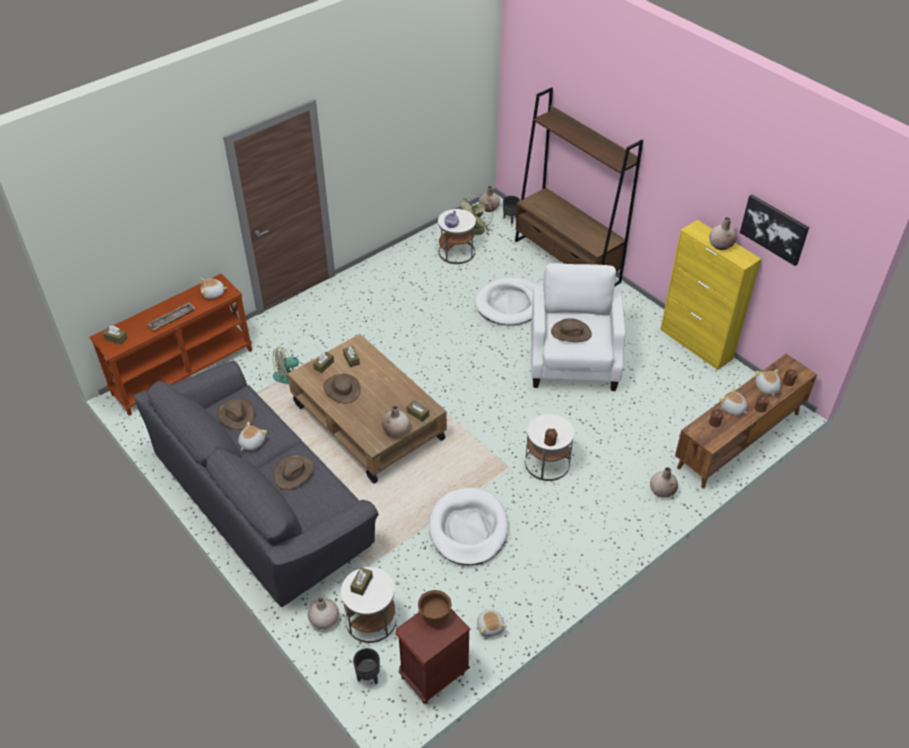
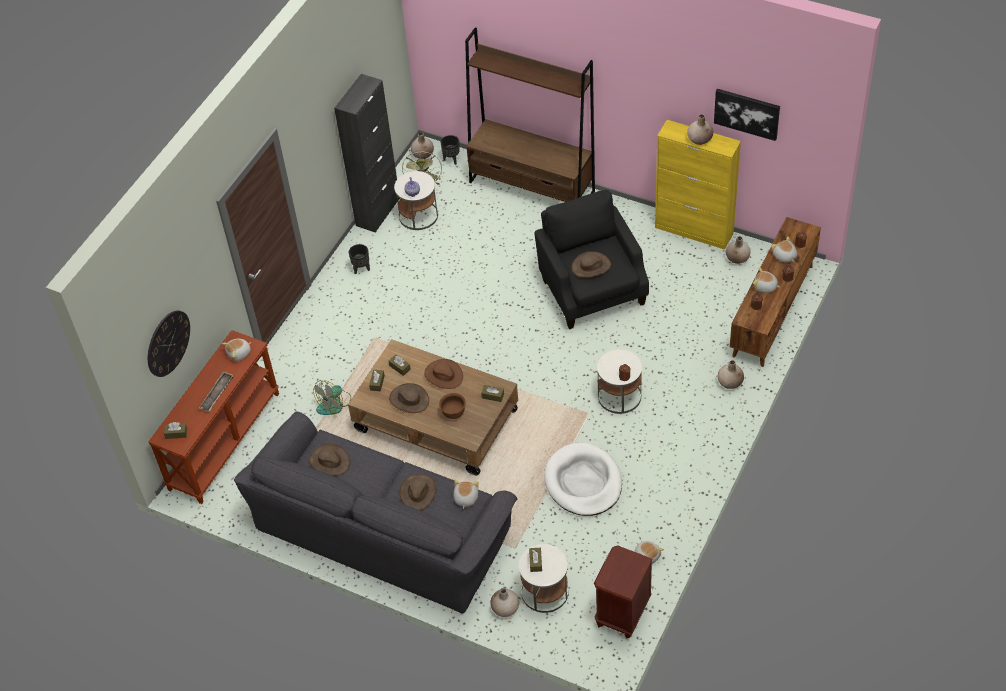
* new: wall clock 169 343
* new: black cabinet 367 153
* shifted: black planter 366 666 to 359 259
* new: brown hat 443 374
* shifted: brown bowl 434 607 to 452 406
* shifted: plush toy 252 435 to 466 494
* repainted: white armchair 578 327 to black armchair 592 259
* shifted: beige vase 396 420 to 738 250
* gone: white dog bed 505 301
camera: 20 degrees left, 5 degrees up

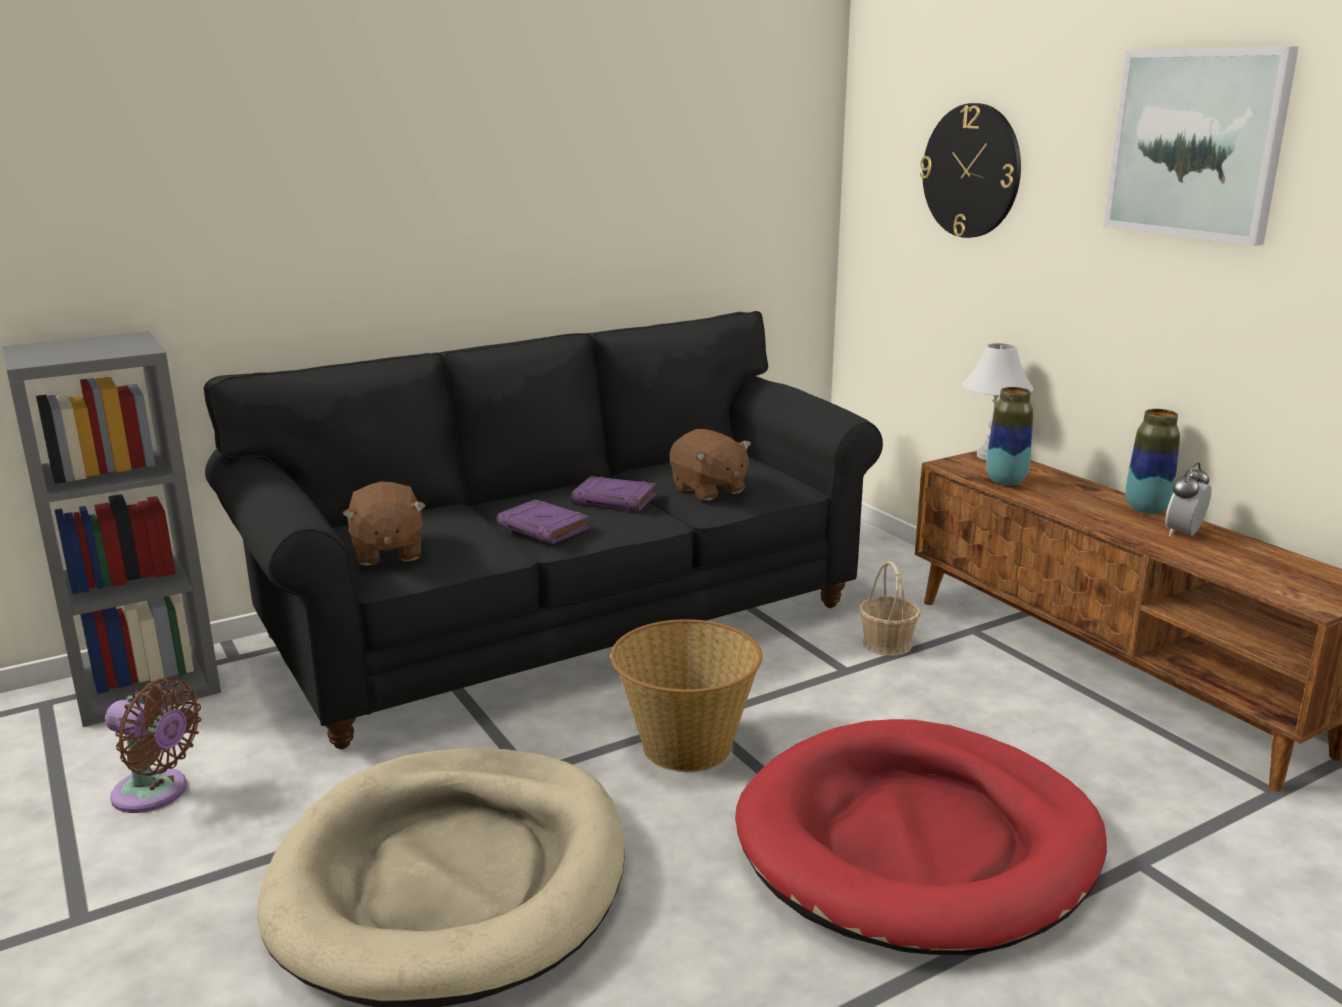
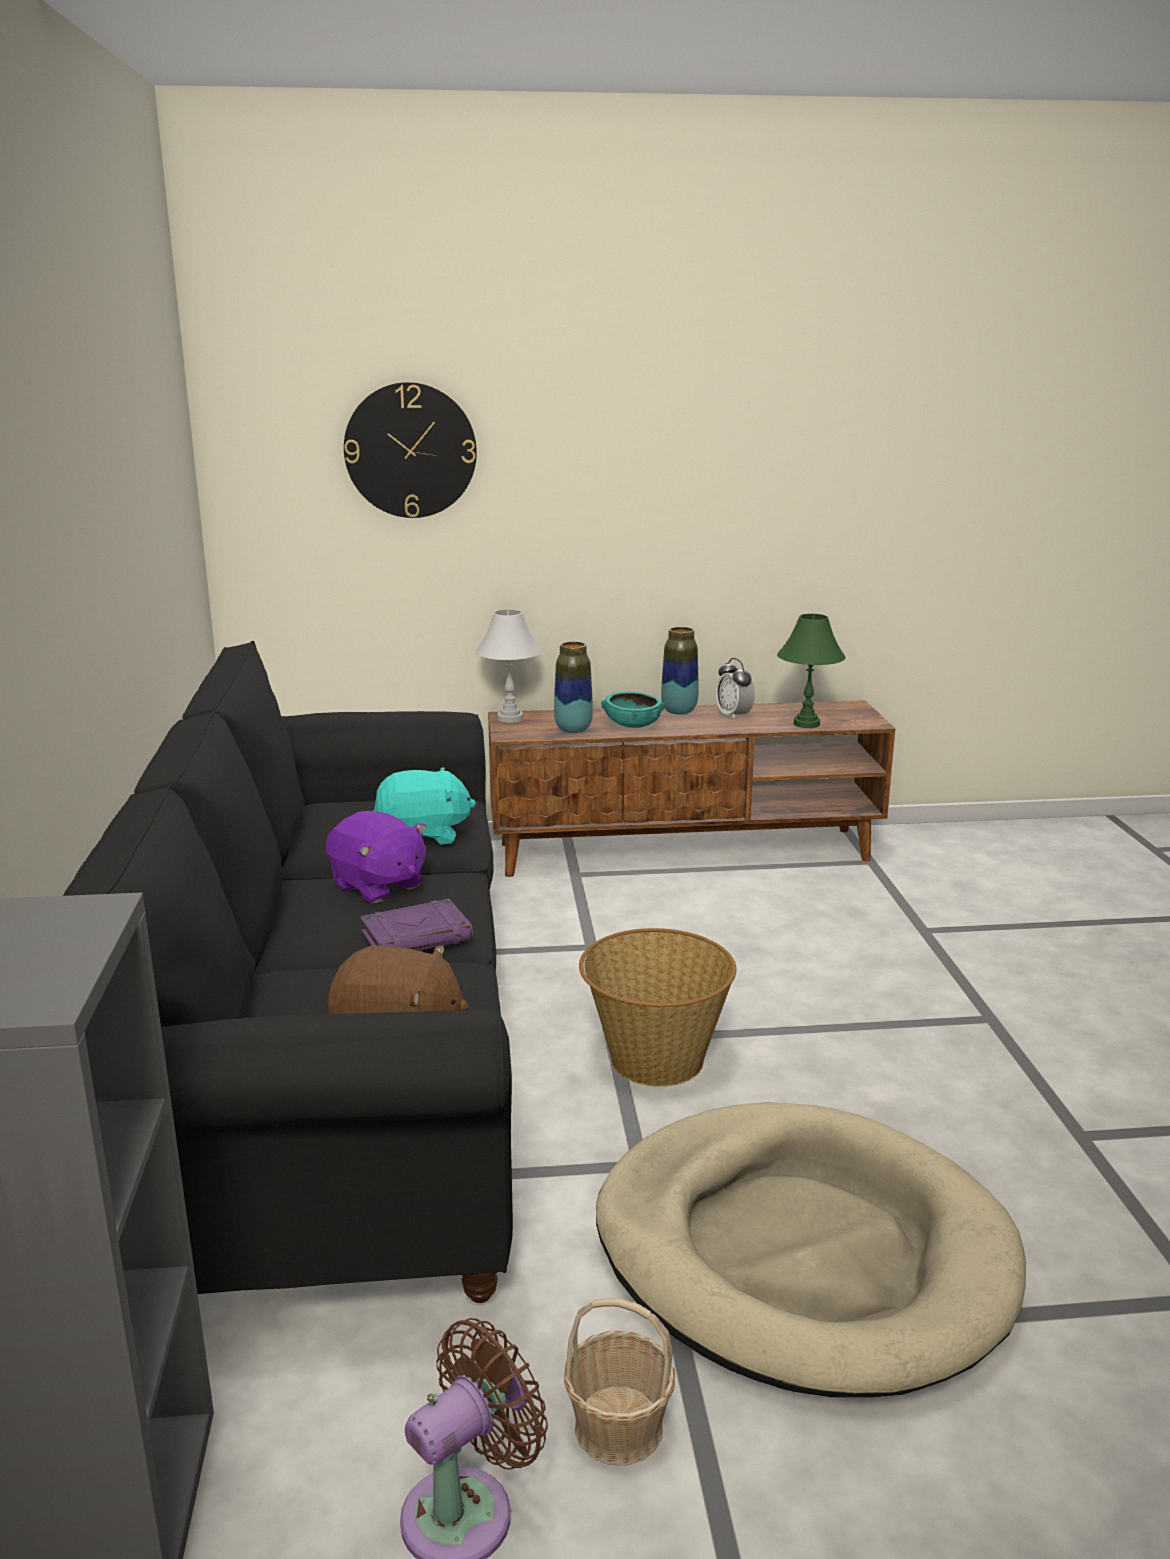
* swapped: purple book 613 493 to purple plush toy 376 857
* repainted: brown plush toy 710 465 to turquoise plush toy 424 806
* shifted: basket 890 608 to 619 1382
* new: turquoise bowl 633 710
* new: green table lamp 811 671
* gone: red dog bed 921 837
* gone: picture 1201 146
camera: 65 degrees left, 0 degrees up

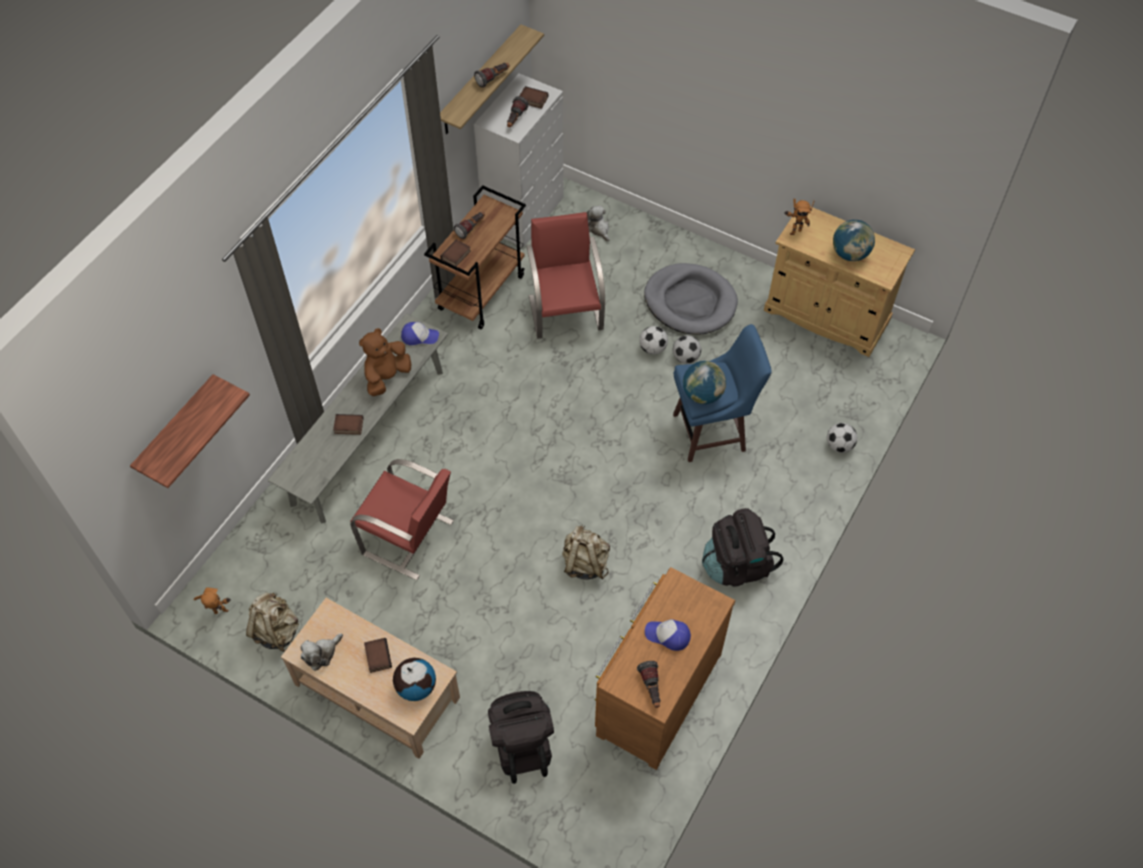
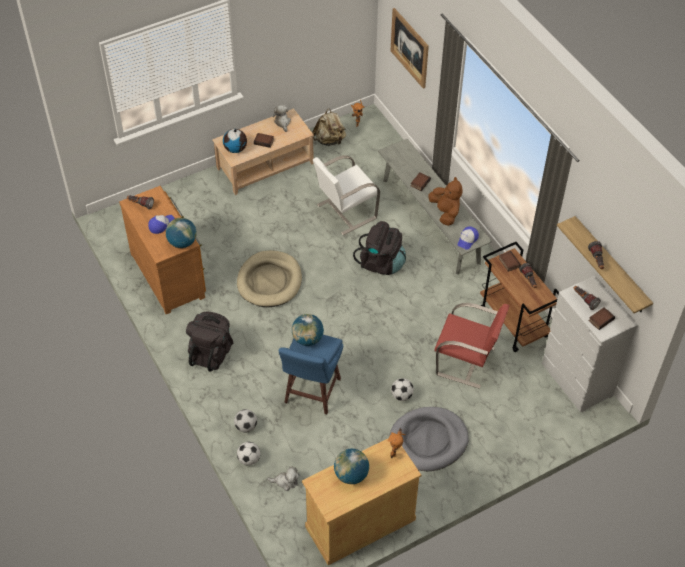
* new: globe 181 233
* shifted: football 687 349 to 245 421
* swapped: beige backpack 586 552 to beige dog bed 269 278
* shifted: plush toy 598 223 to 283 478
* repainted: red chair 402 519 to white chair 346 195
* shifted: black backpack 521 737 to 379 248
* swapped: shelf 190 431 to picture 410 48
camera: 120 degrees right, 5 degrees down

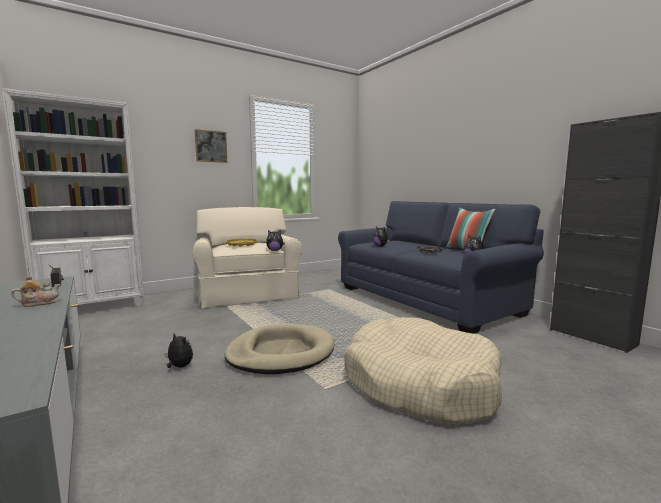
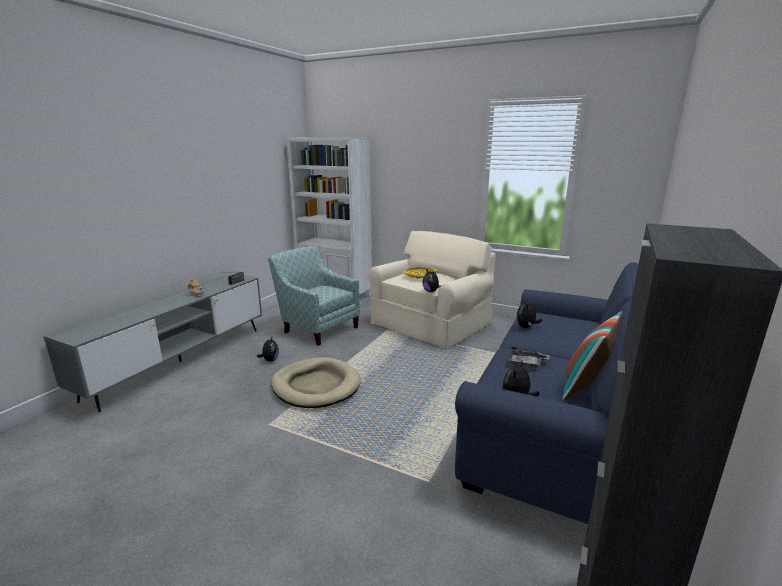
* new: armchair 314 296
* gone: picture 211 146
* gone: beige dog bed 423 372
camera: 60 degrees right, 10 degrees up

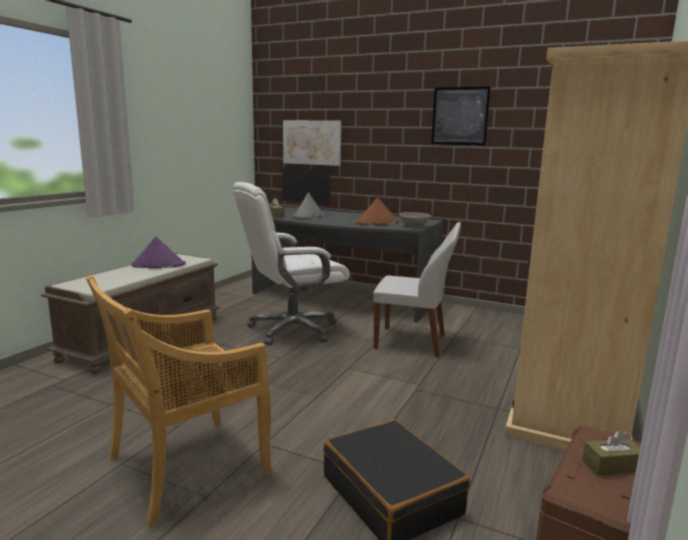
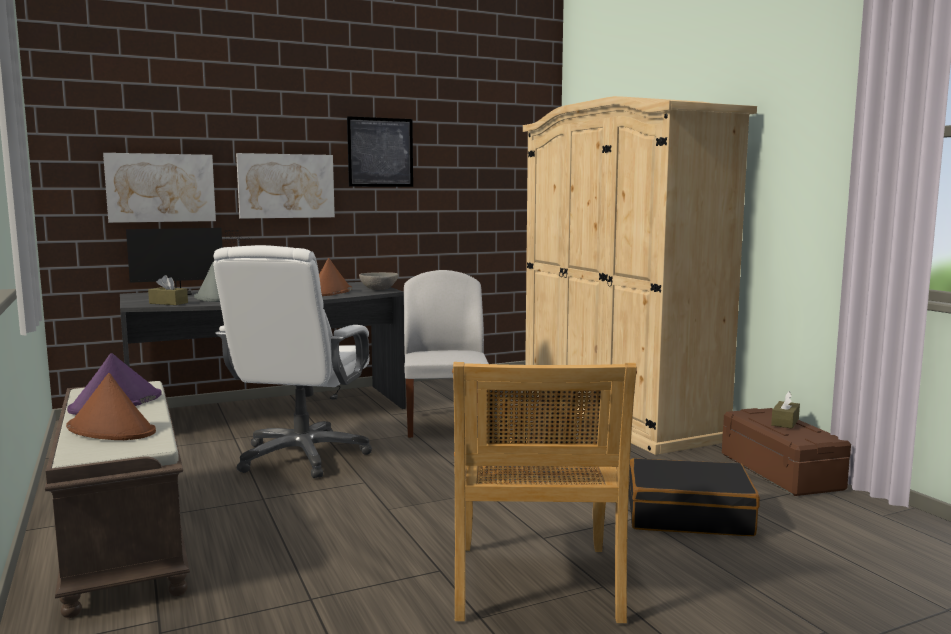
* new: brown hat 111 406
* new: picture 285 186
* rotated: white chair 417 289 = 446 354 60 degrees counterclockwise
camera: 50 degrees left, 5 degrees down

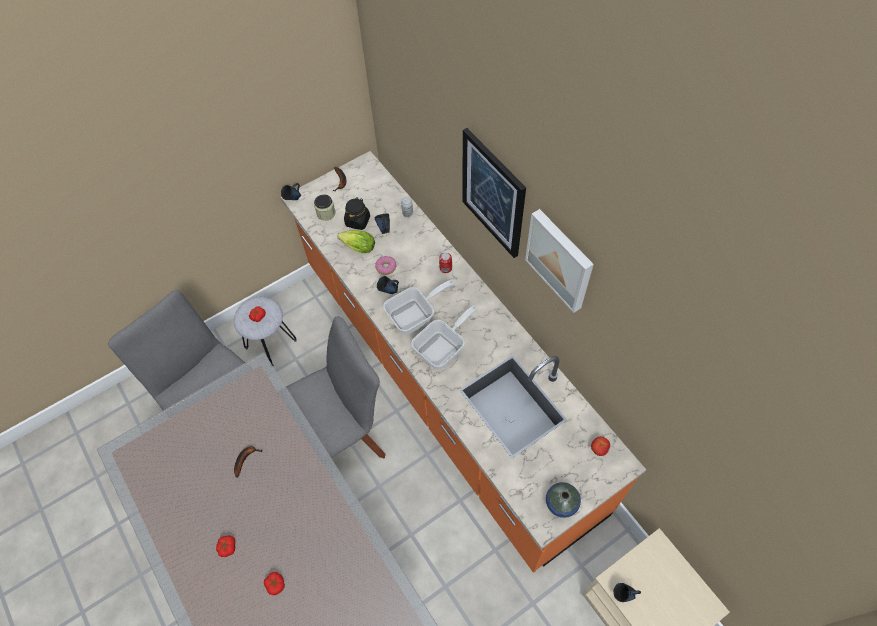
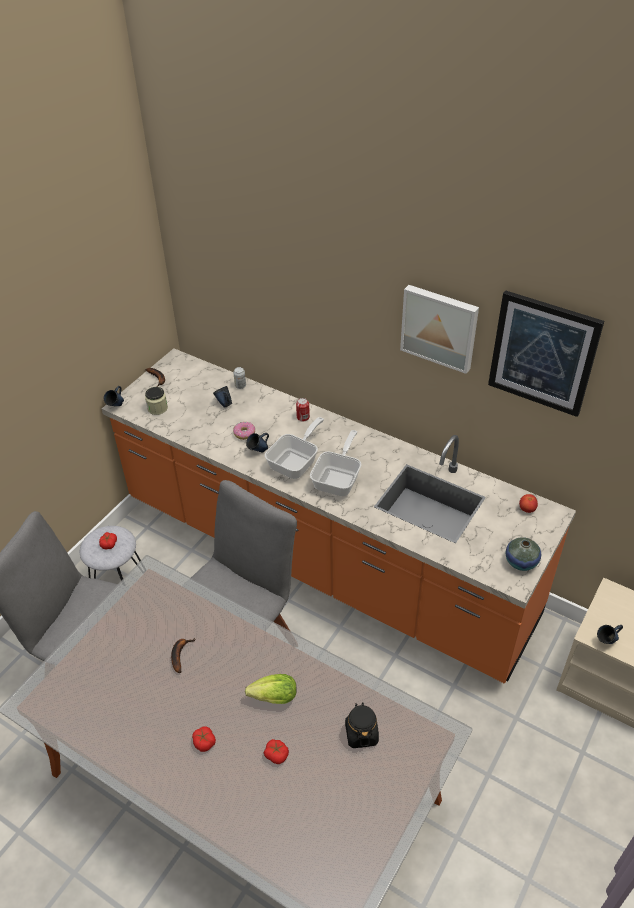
* shifted: lettuce 356 241 to 271 689
* shifted: black jar 357 213 to 362 725
* shifted: picture 494 193 to 546 353
camera: 25 degrees left, 15 degrees down

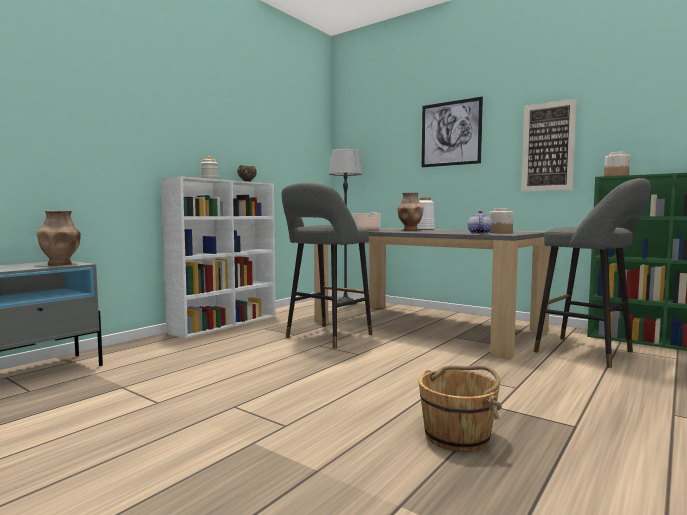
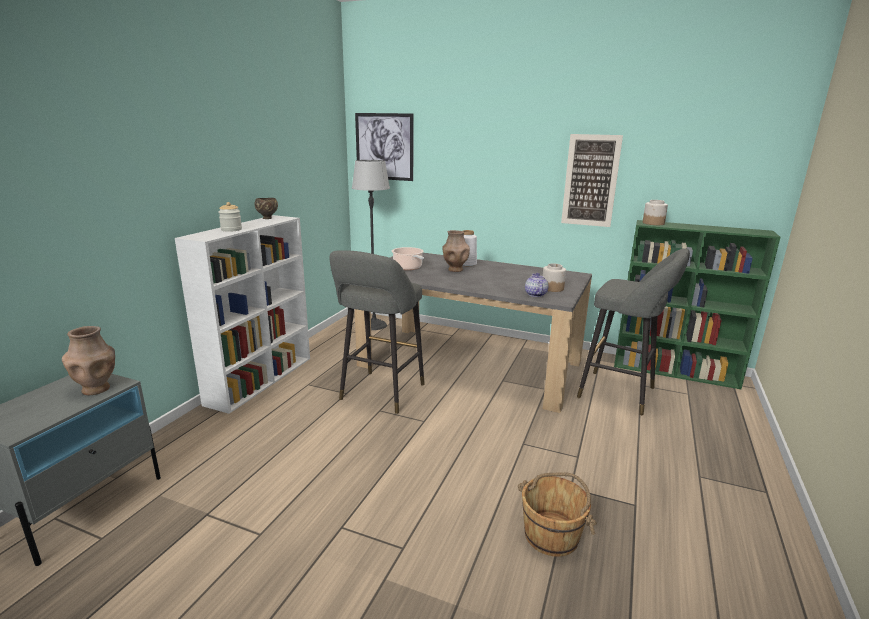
* shifted: picture 452 132 to 384 147
camera: 15 degrees left, 15 degrees up

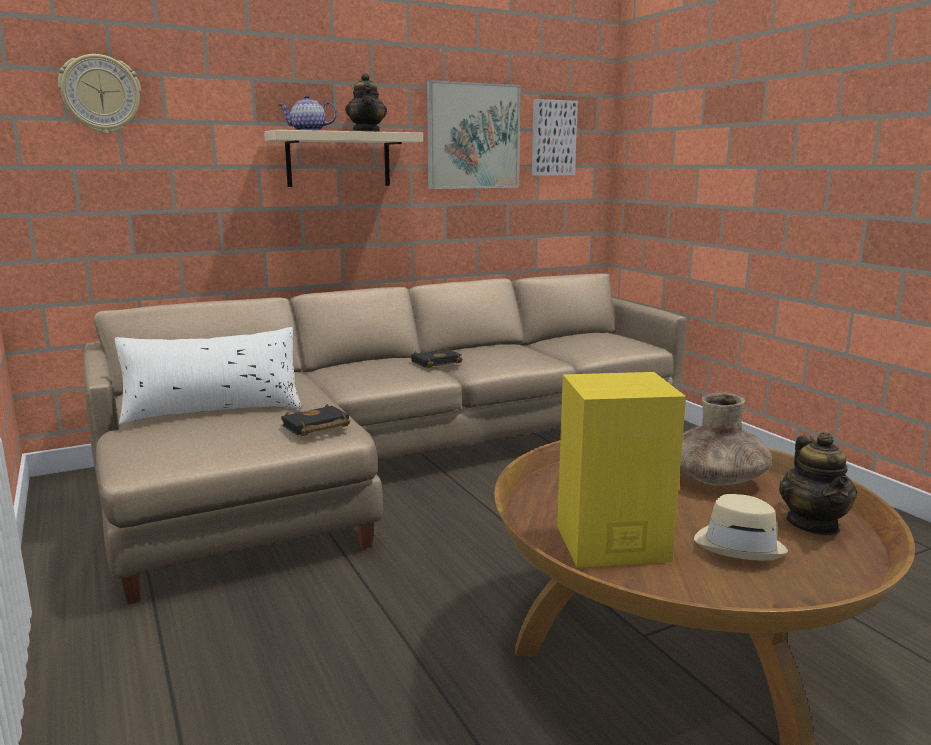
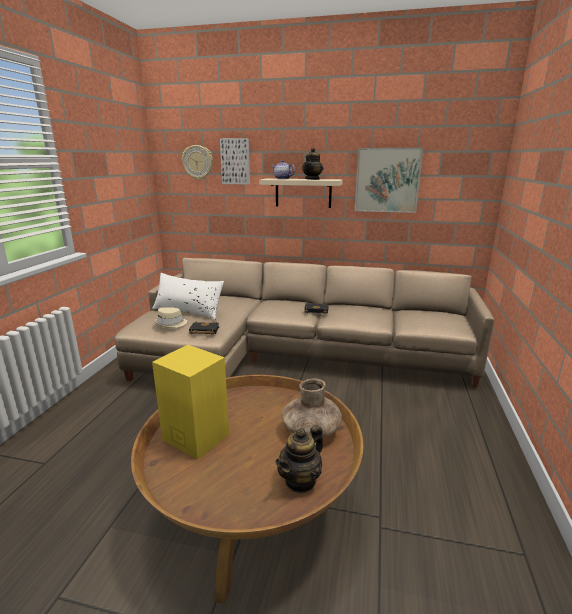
* shifted: beige hat 741 527 to 171 317
* shifted: picture 555 137 to 235 161
camera: 40 degrees right, 5 degrees up

